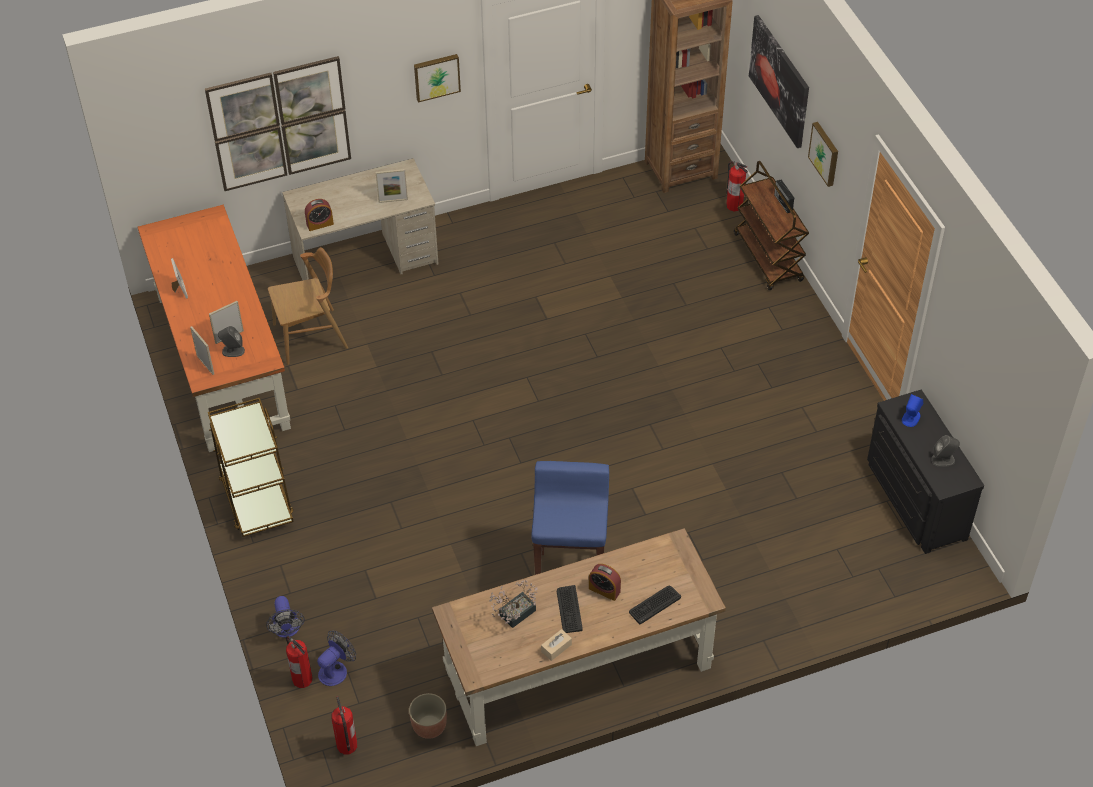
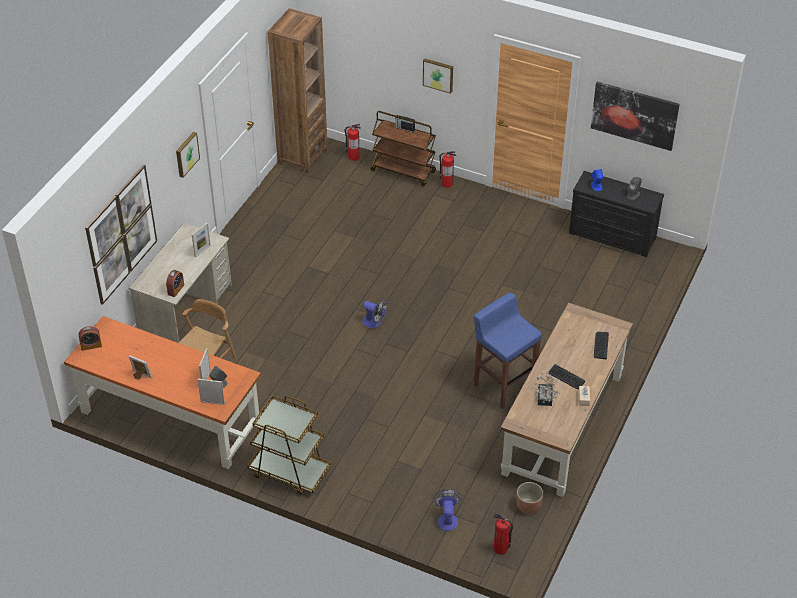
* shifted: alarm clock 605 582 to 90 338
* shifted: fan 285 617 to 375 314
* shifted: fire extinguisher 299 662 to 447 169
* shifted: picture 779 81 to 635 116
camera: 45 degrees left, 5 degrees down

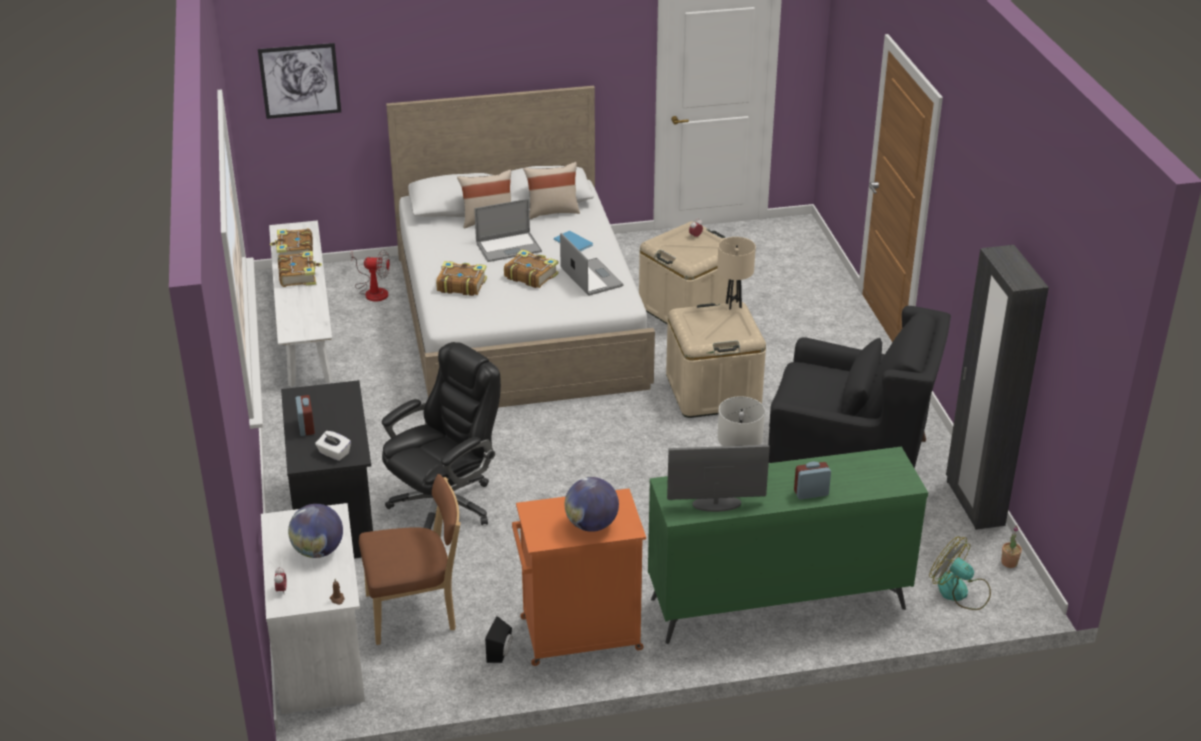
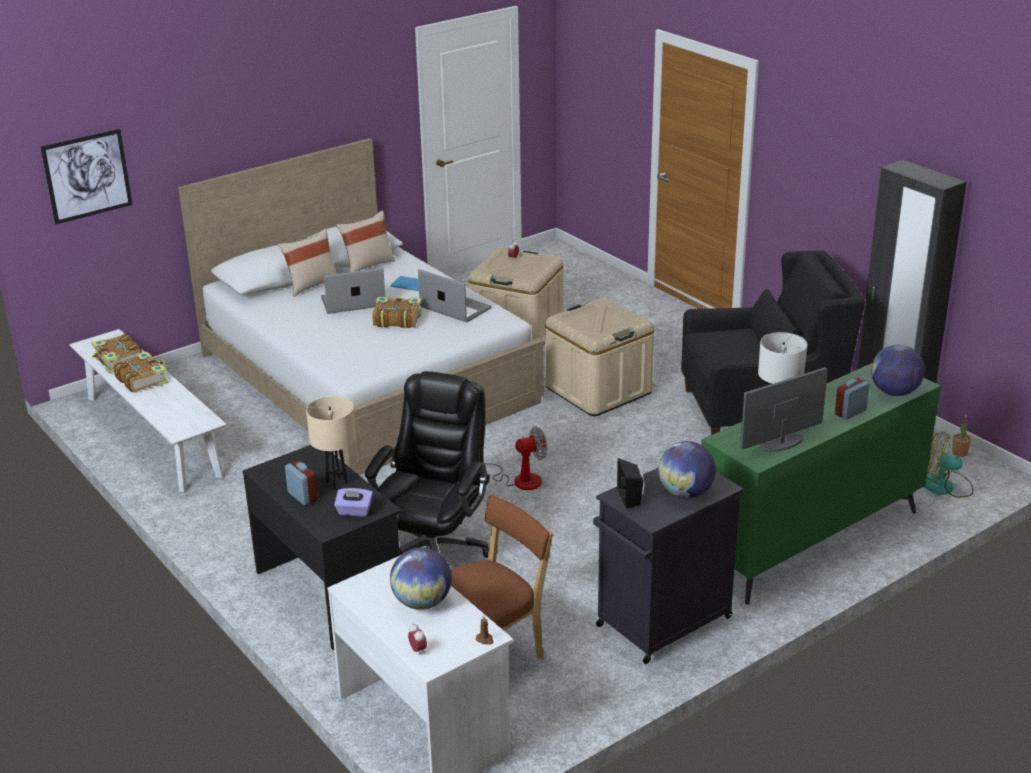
* shifted: beige table lamp 736 273 to 331 442
* rotated: laptop 508 230 = 353 291 150 degrees counterclockwise
* repainted: white tissue box 333 446 to purple tissue box 353 502
* shifted: fan 370 276 to 516 458
* repainted: orange cabinet 579 577 to black cabinet 668 566
* shifted: black speaker 498 639 to 630 483
* new: globe 898 370
* gone: book 461 278
camera: 25 degrees left, 5 degrees down

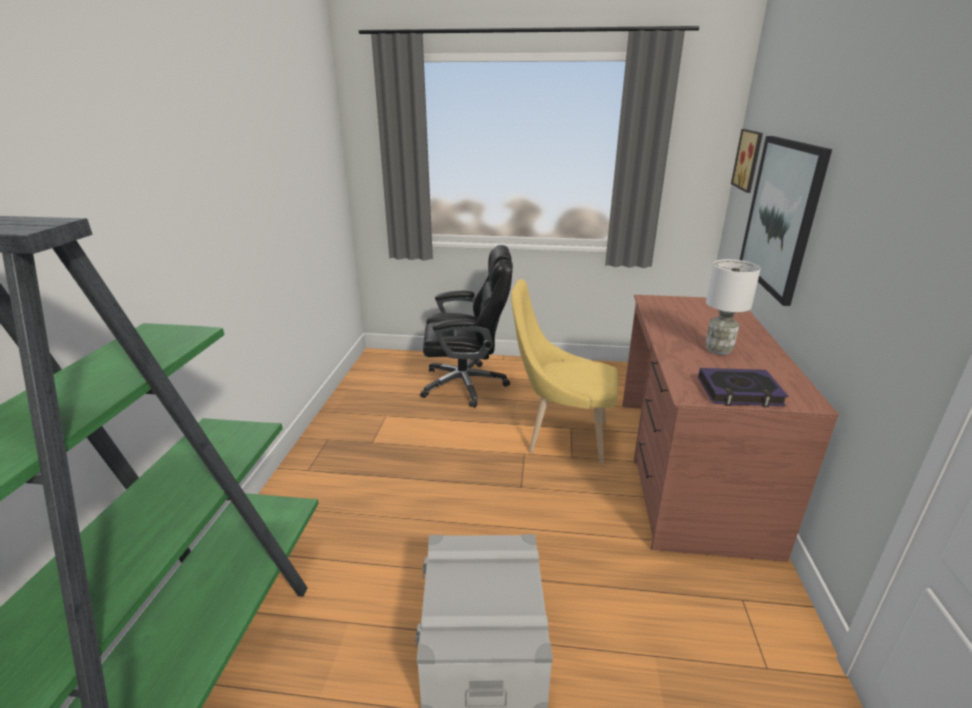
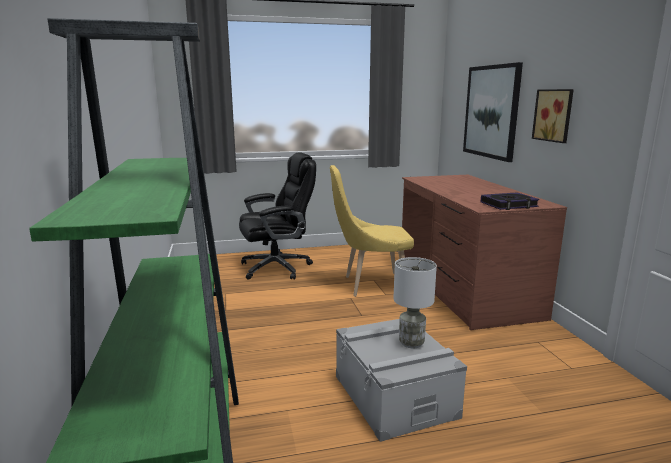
* shifted: white table lamp 733 307 to 415 302
* shifted: picture 747 161 to 553 116
camera: 20 degrees left, 10 degrees down

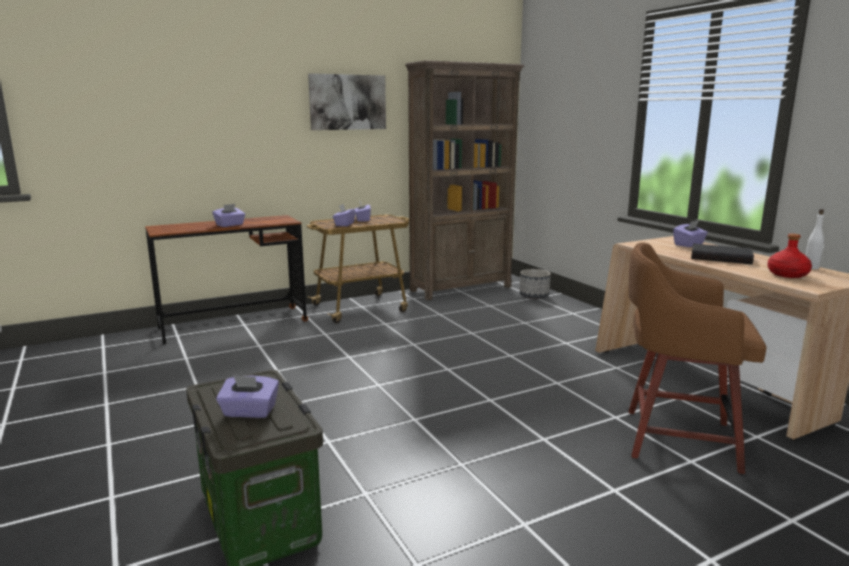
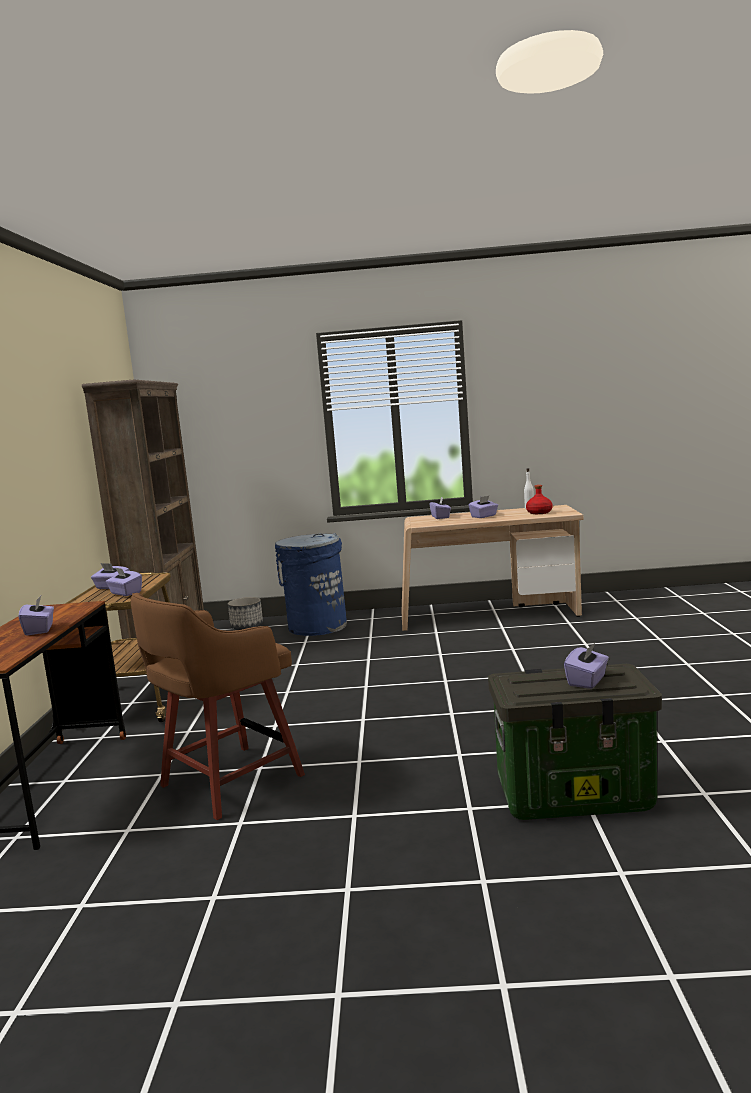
* shifted: brown stool 698 358 to 218 706
* new: blue trash can 311 584
* swapped: black book 722 253 to purple tissue box 483 507
* gone: picture 347 101
camera: 60 degrees left, 5 degrees down

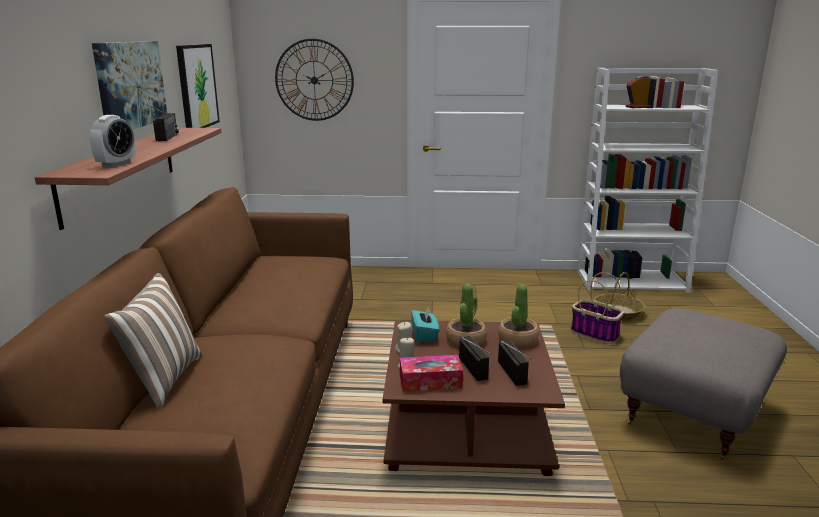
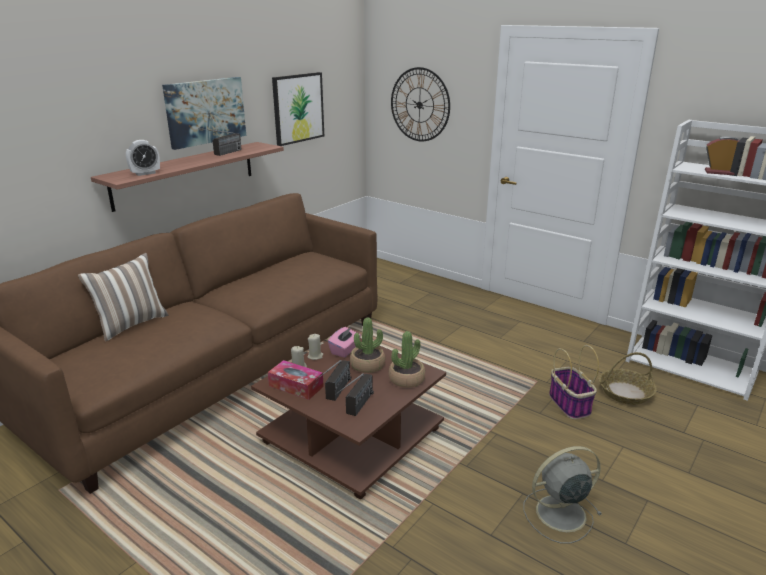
* repainted: turquoise tissue box 425 325 to pink tissue box 344 342
* swapped: grey ottoman 703 384 to grey fan 563 495
camera: 35 degrees right, 5 degrees up

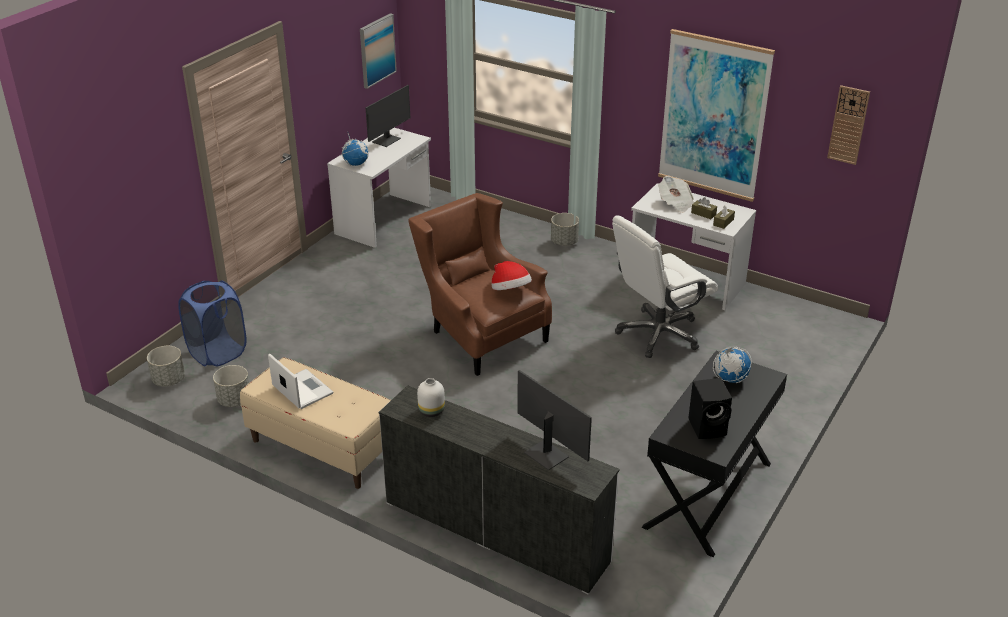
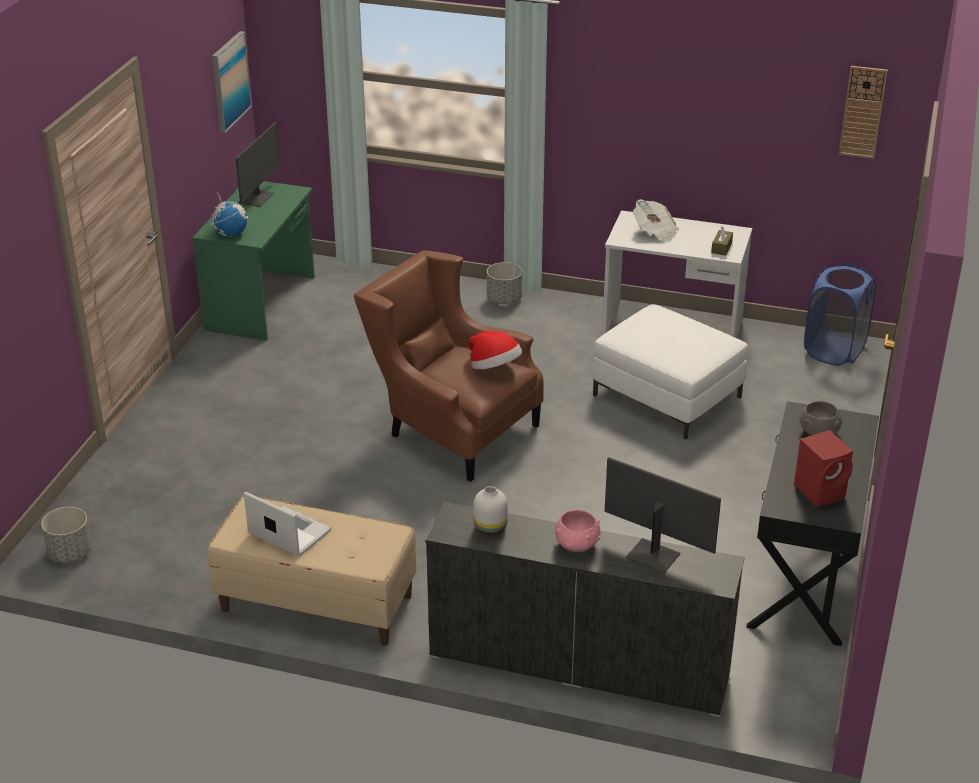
* repainted: white desk 379 188 to green desk 253 261
* new: pink bowl 577 530
* swapped: white office chair 665 286 to white ottoman 670 372
* repainted: black speaker 710 408 to red speaker 823 468
* swapped: globe 732 365 to grey bowl 821 418
* shifted: blue laundry basket 212 323 to 840 315
* gone: grey planter 231 386
* gone: picture 716 115
* gone: brown tissue box 704 208
camera: 15 degrees left, 0 degrees up

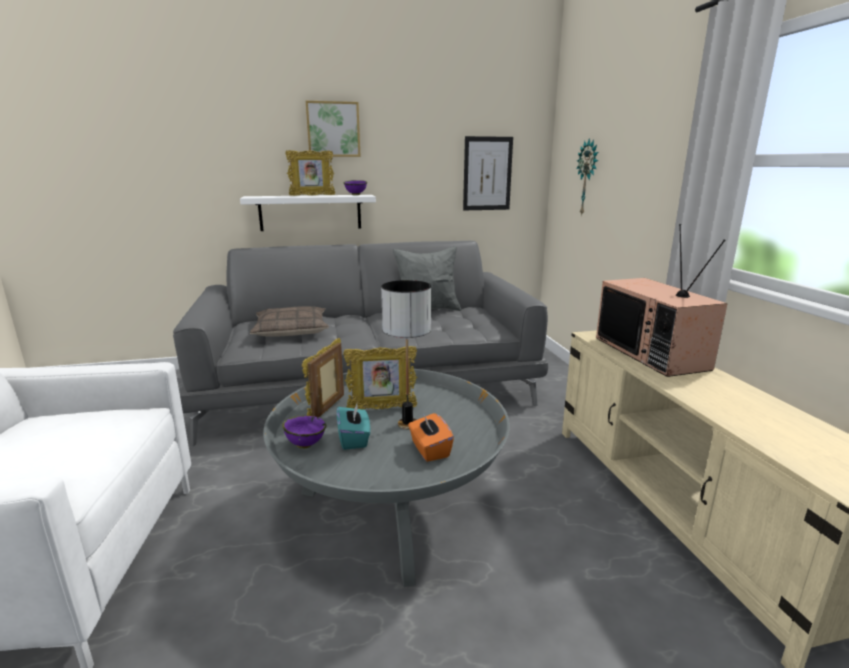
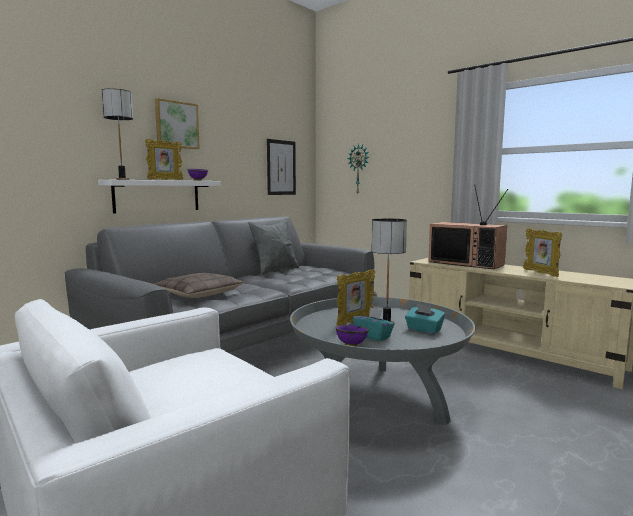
* new: table lamp 117 134
* repainted: orange tissue box 431 437 to turquoise tissue box 425 318
* shifted: picture frame 323 378 to 542 252
camera: 35 degrees left, 10 degrees down

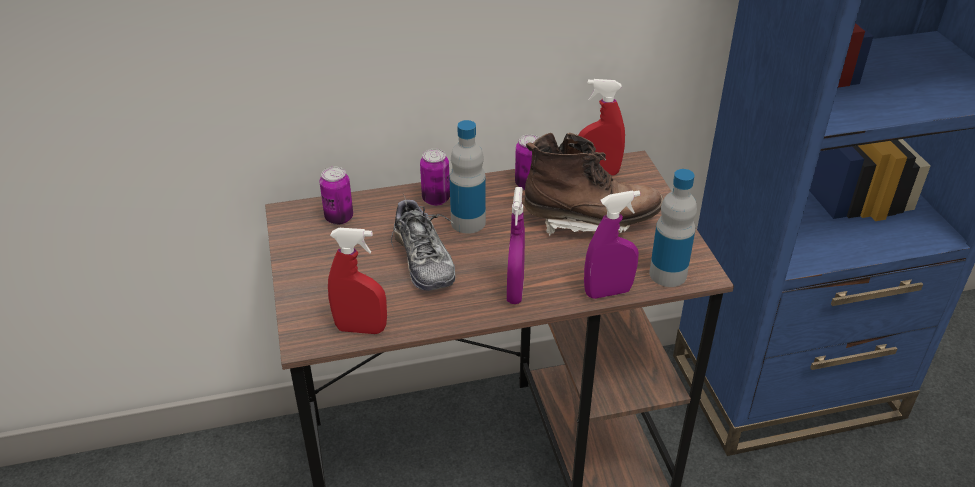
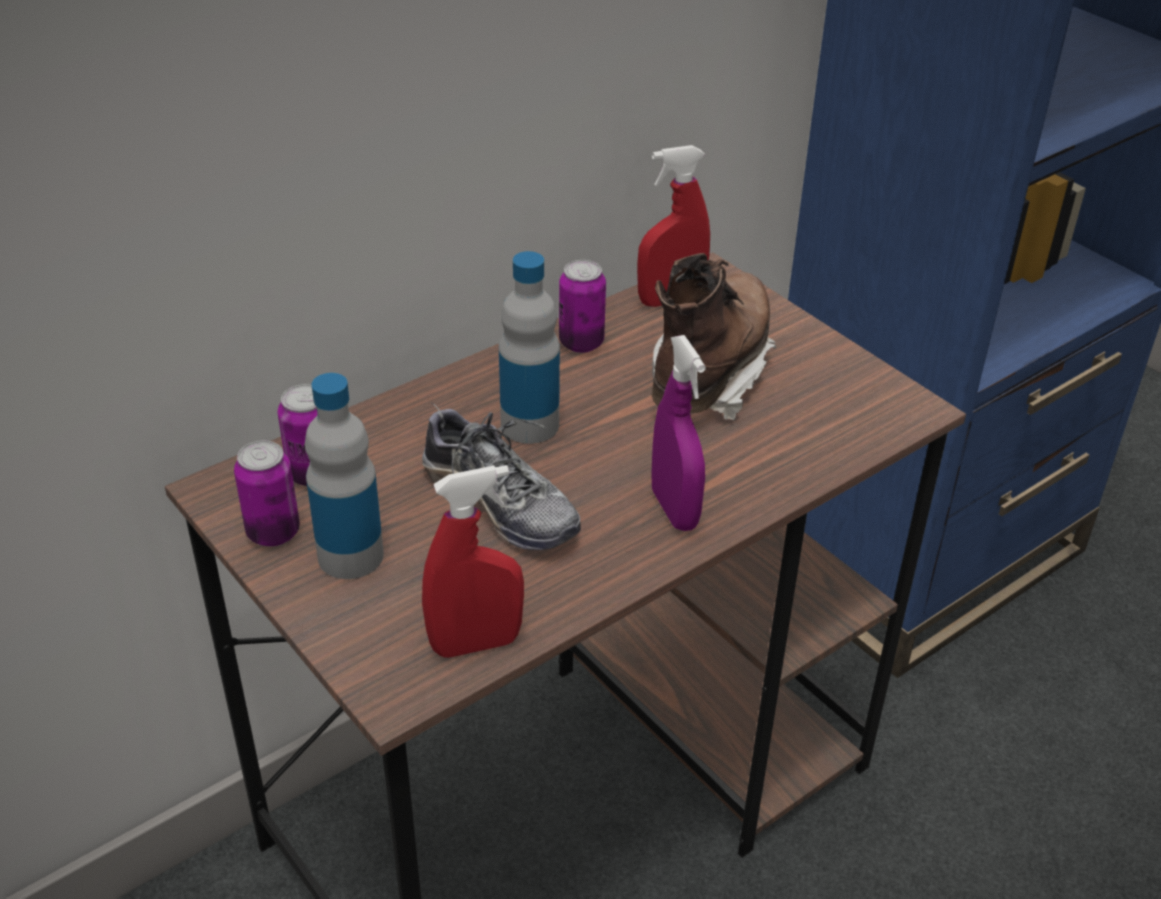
* shifted: can 435 177 to 267 493
* shifted: bottle 673 228 to 344 476
* rotated: brown boot 593 184 = 714 336 45 degrees counterclockwise
* gone: purple spray bottle 612 244
camera: 25 degrees left, 0 degrees up

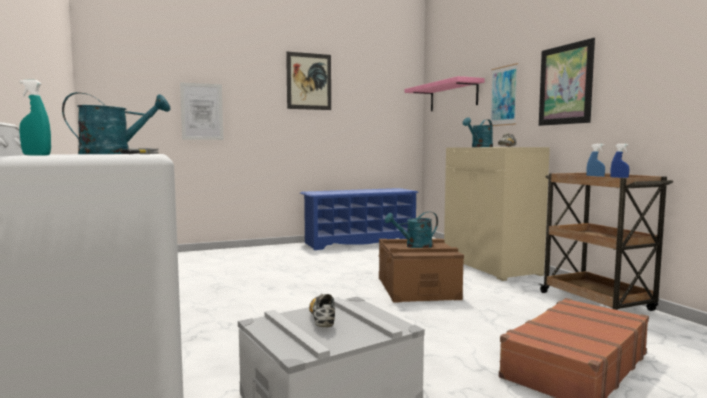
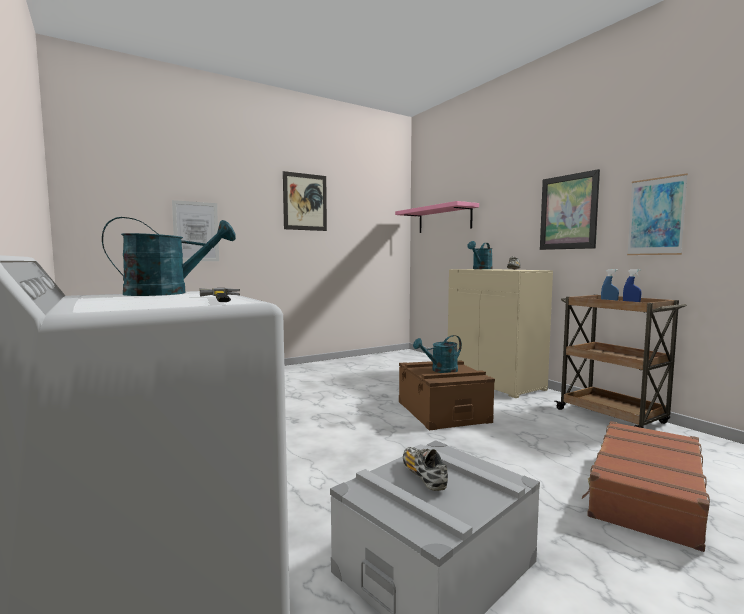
* shifted: picture 504 94 to 657 214
* gone: turquoise spray bottle 35 118
* gone: blue shoe rack 359 219
camera: 10 degrees left, 0 degrees up

